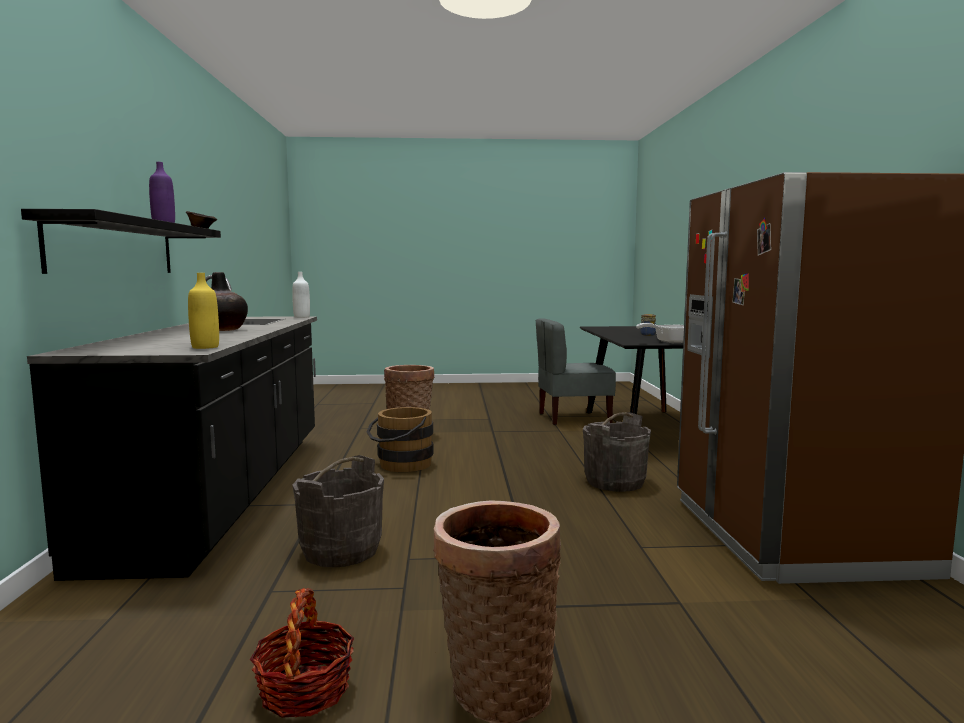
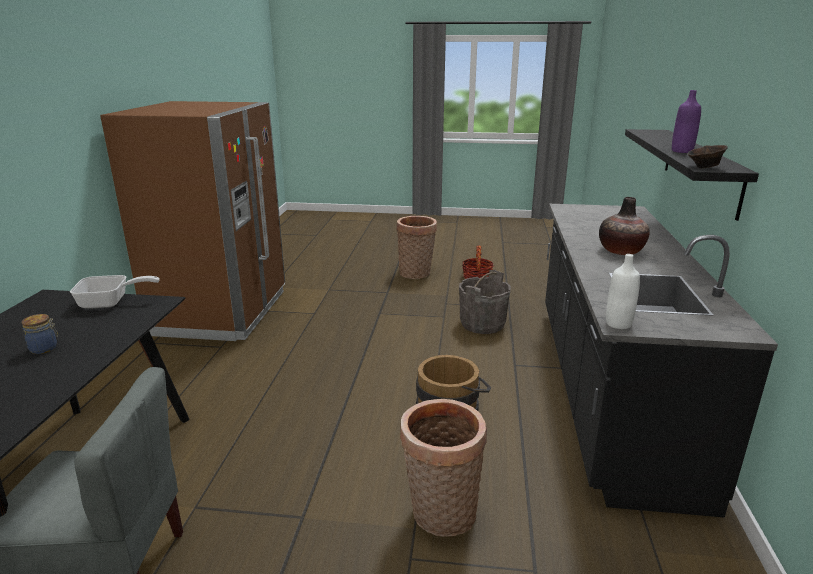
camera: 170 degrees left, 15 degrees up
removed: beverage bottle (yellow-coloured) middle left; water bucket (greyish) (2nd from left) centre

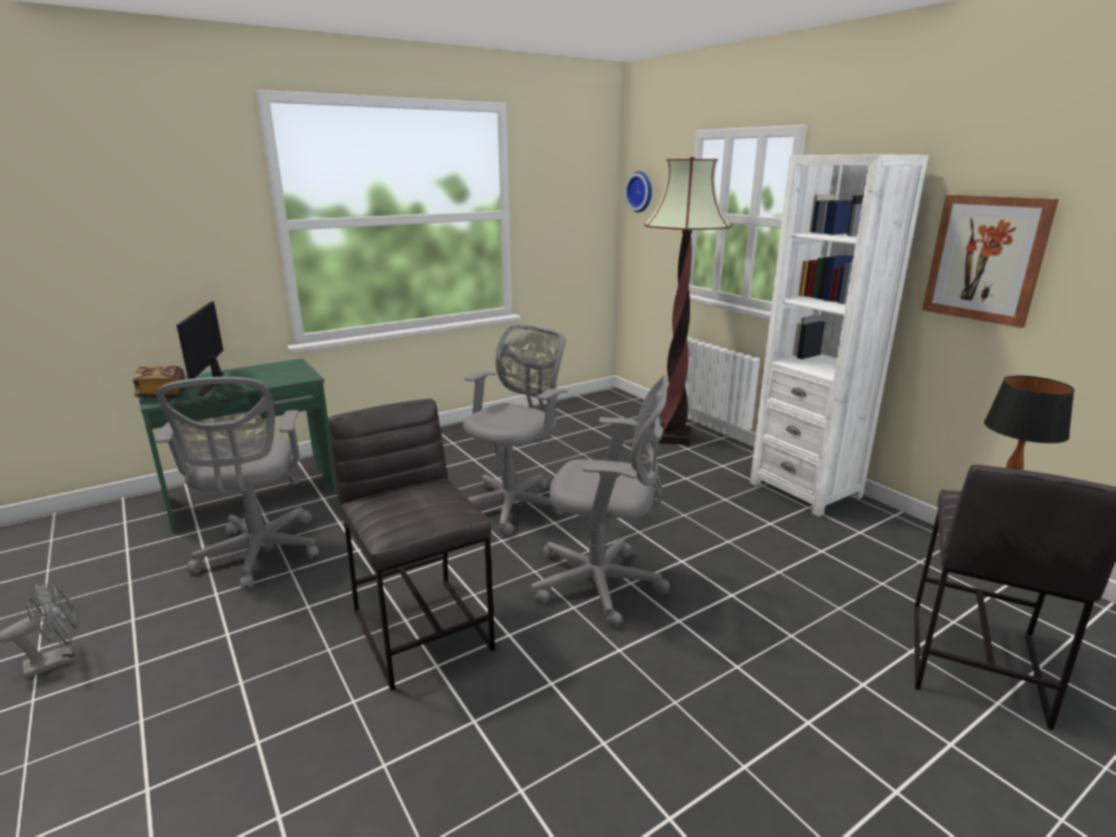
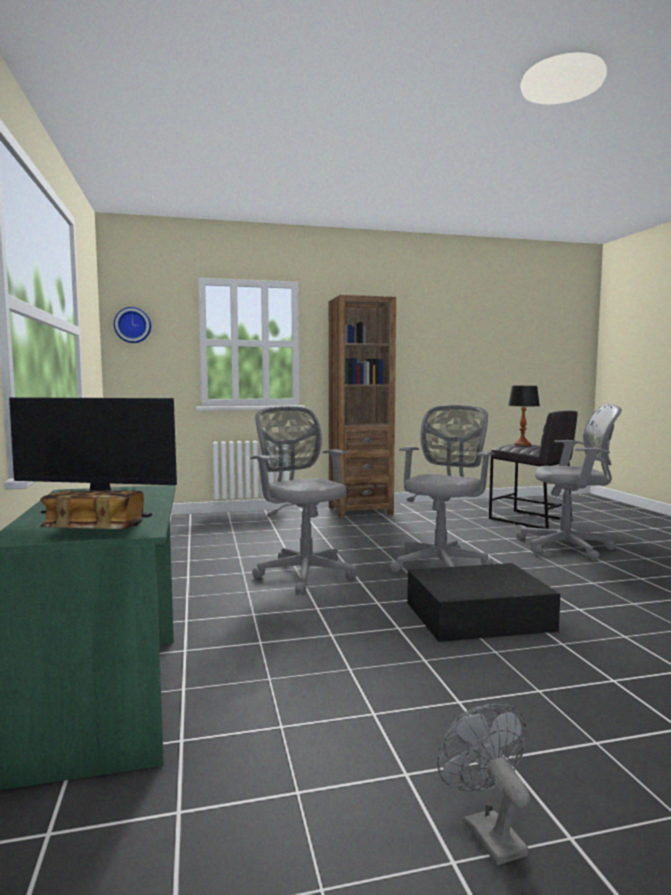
camera: 70 degrees left, 15 degrees down
removed: standing lamp centre; wall art top right
moved: office chair (greyish) (1st from left in the first image) middle left to office chair (greyish) (3rd from left) middle right
replaced: stool seat (greyish) (1st from left) centre to storage box (blackish) bottom right
recoloured: bookcase (white-coloured) middle right to bookcase (brownish) centre

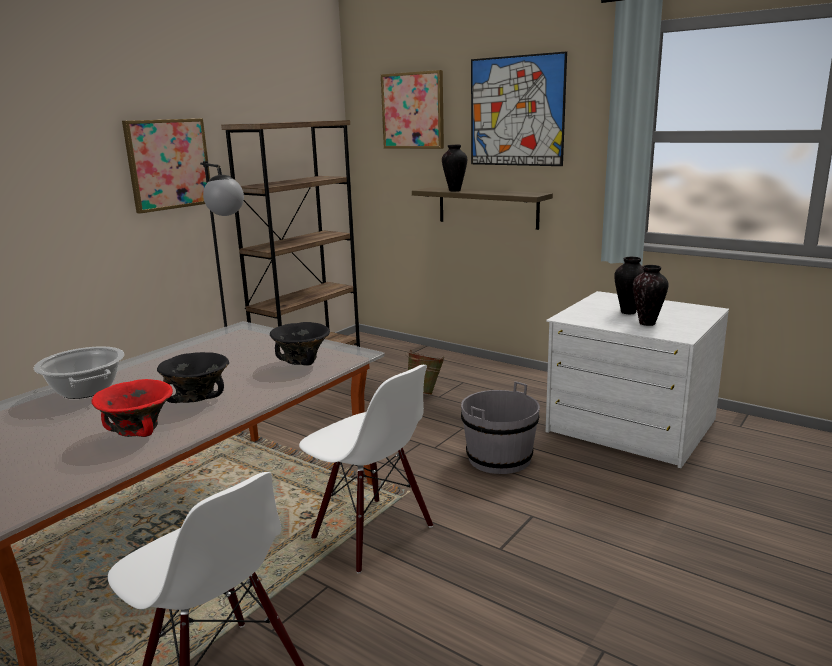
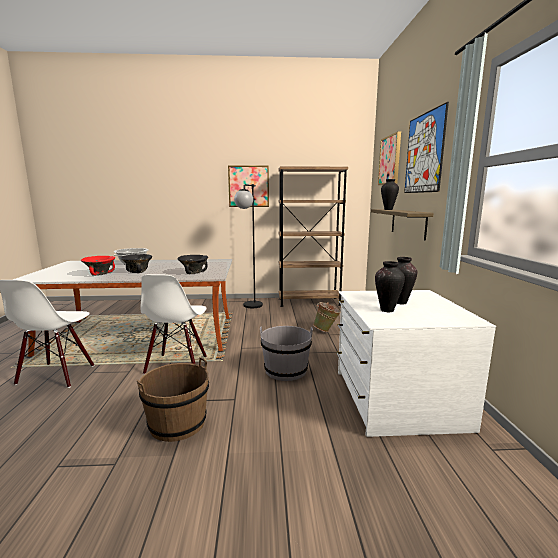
camera: 50 degrees right, 5 degrees down
added: water bucket (brownish) bottom left

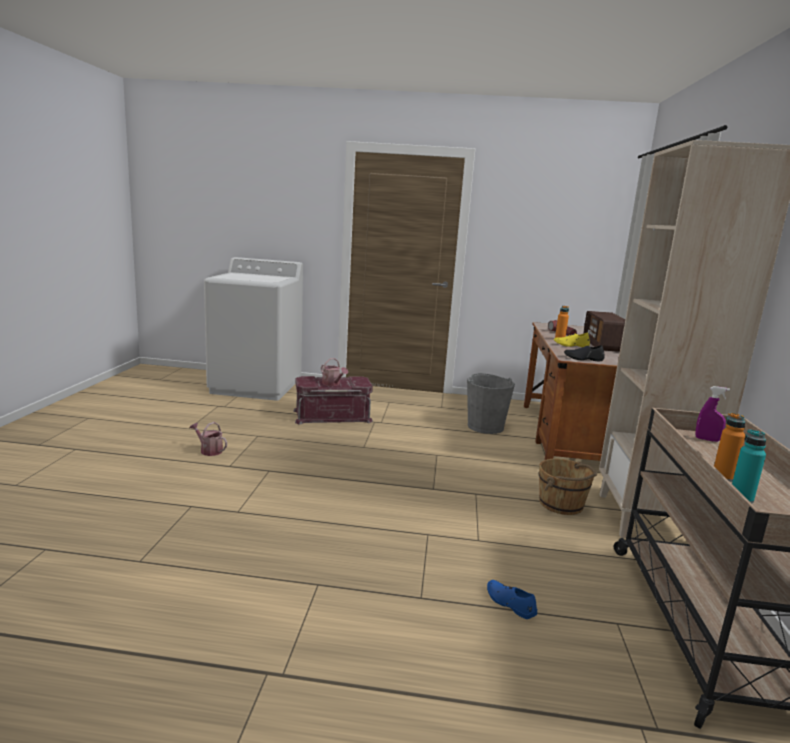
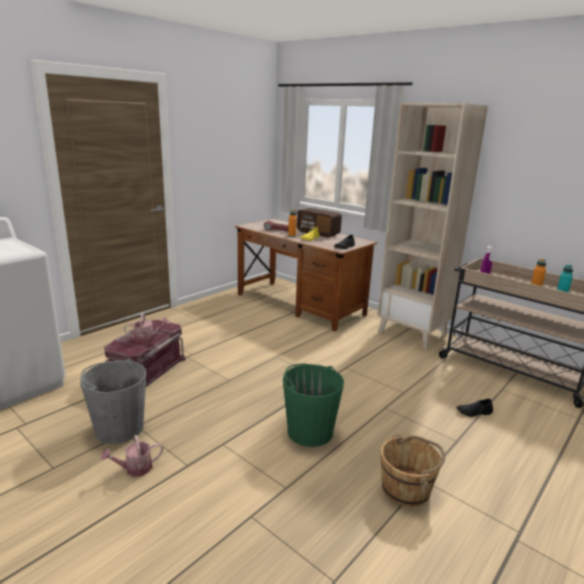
camera: 55 degrees left, 5 degrees up
added: water bucket (green-coloured) bottom centre
moved: water bucket (greyish) centre to bottom left; water bucket (brownish) middle right to bottom right
recoloured: item of footwear (bluish) bottom centre to item of footwear (blackish) (2nd from left) bottom right

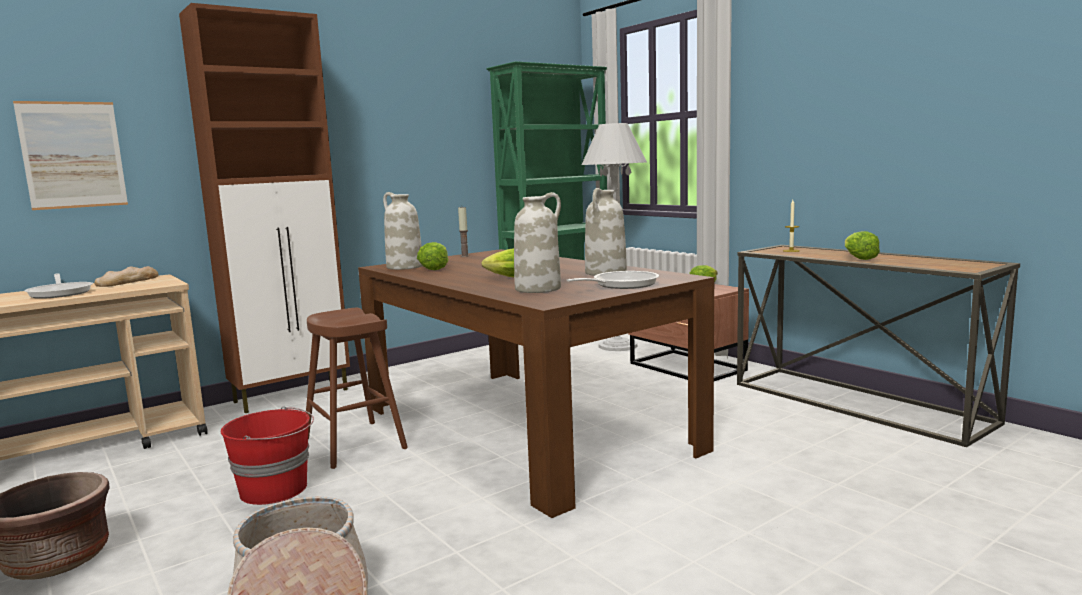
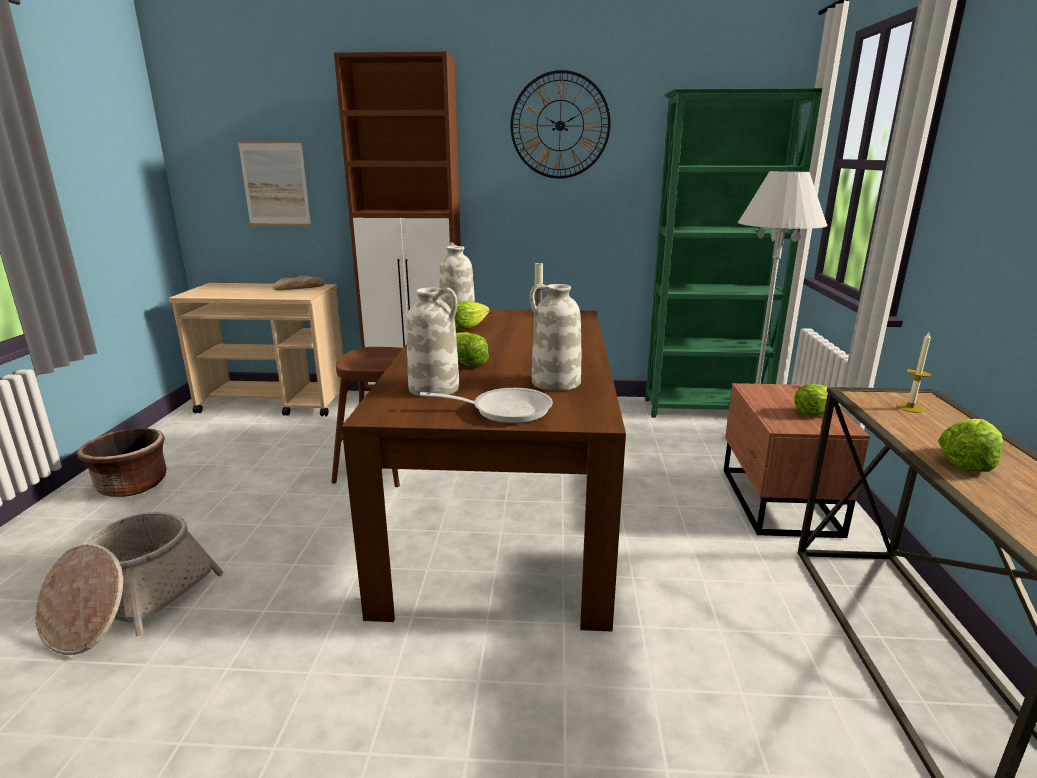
camera: 40 degrees right, 10 degrees up
removed: skillet (1st from left) middle left; water bucket (reddish) bottom left
added: wall clock top centre

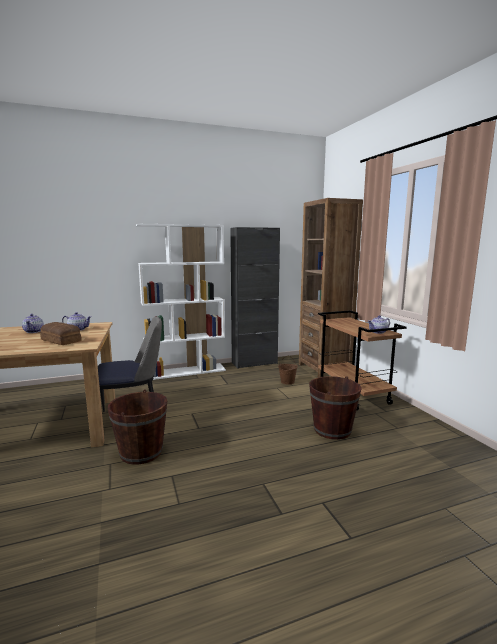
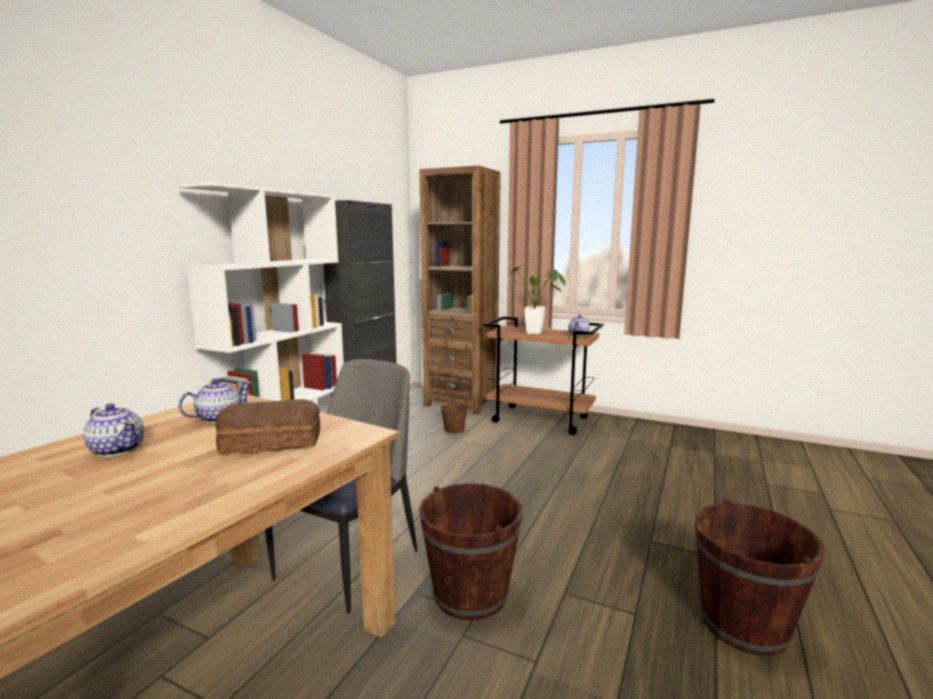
camera: 45 degrees left, 0 degrees up
added: houseplant centre
moved: water bucket (brownish) (3rd from left) middle right to bottom right

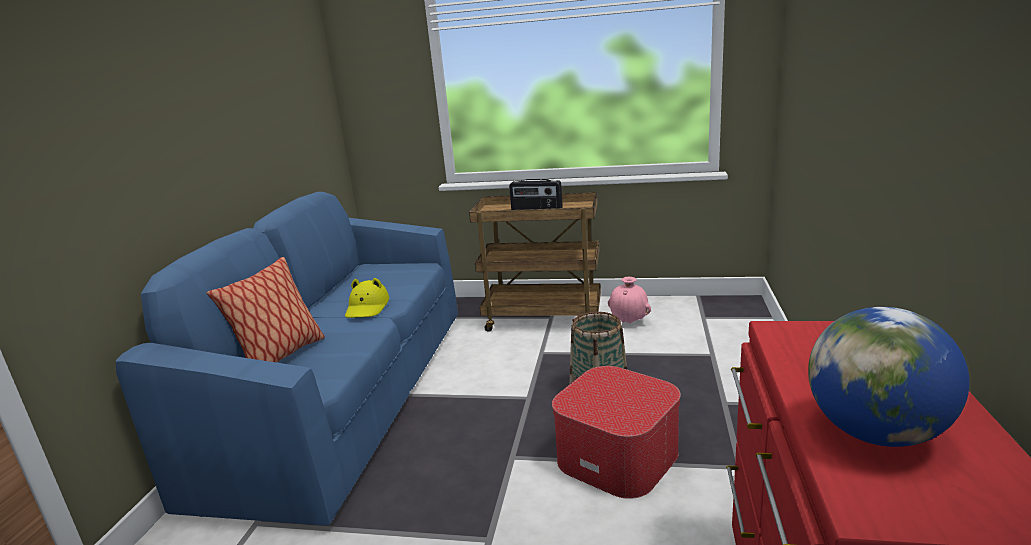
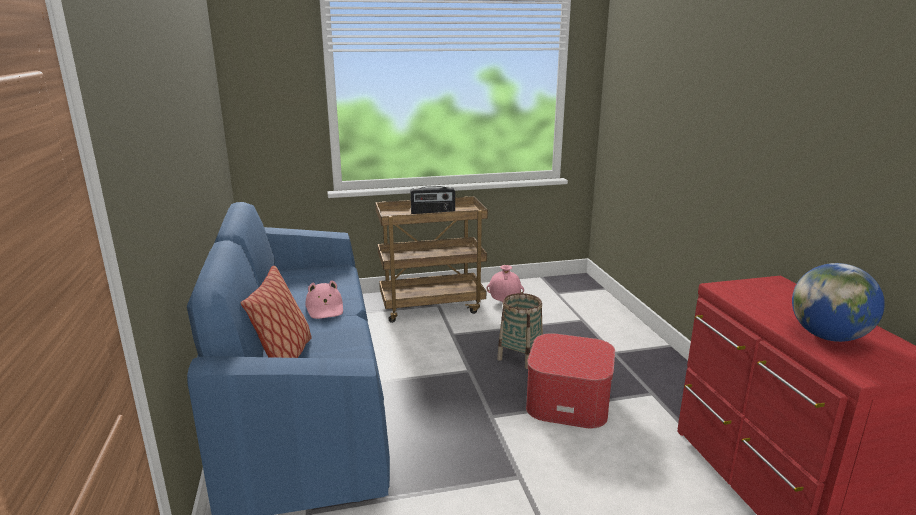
camera: 25 degrees left, 0 degrees up
recoloured: clothing hat (yellow-coloured) centre to clothing hat (pink) centre

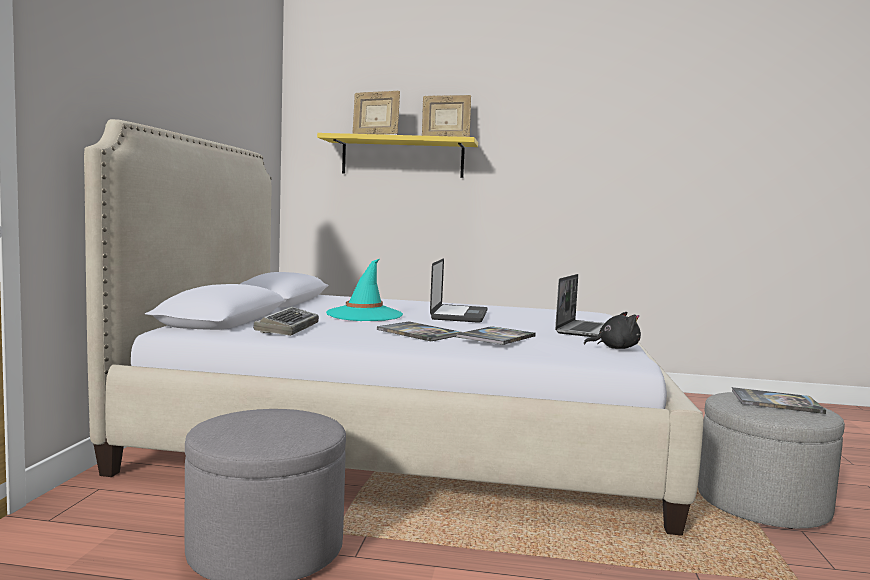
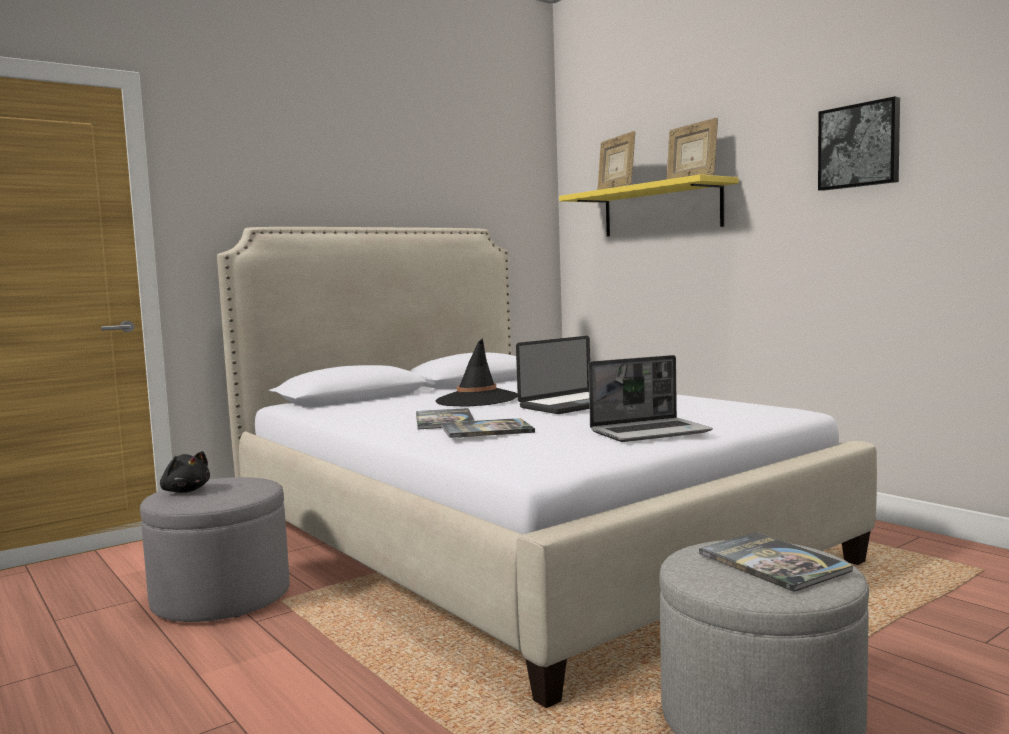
camera: 45 degrees right, 0 degrees up
removed: keyboard middle left
added: wall art top right
moved: plush toy (blackish) middle right to middle left
recoloured: clothing hat (blue-green) centre to clothing hat (blackish) centre

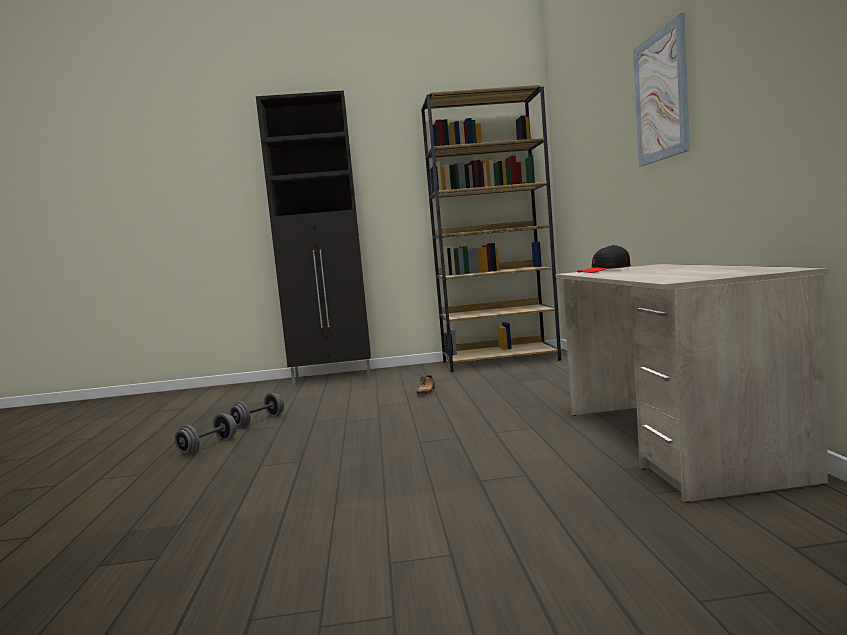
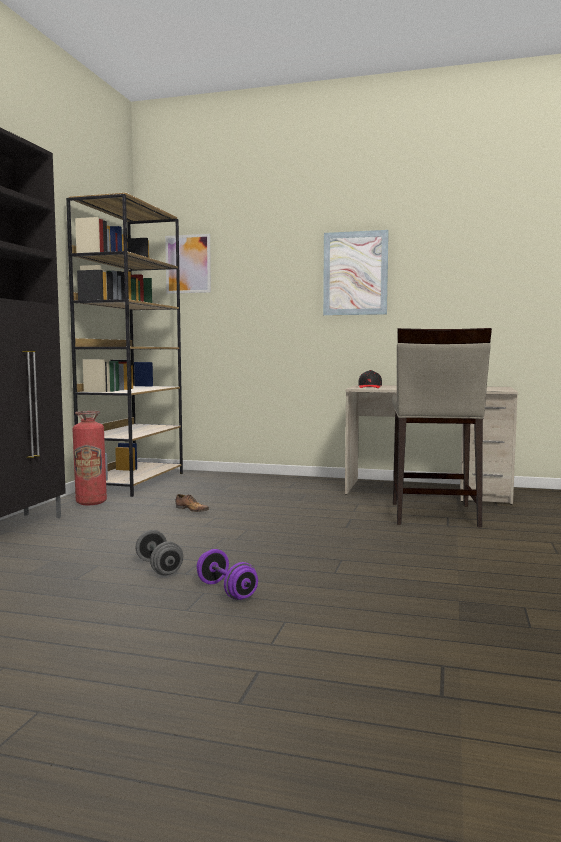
camera: 70 degrees left, 0 degrees up
added: extinguisher middle left; wall art (1st from left) top centre; stool seat (sand-coloured) middle right
recoloured: free weight (greyish) (1st from left) bottom left to free weight (purple) bottom centre

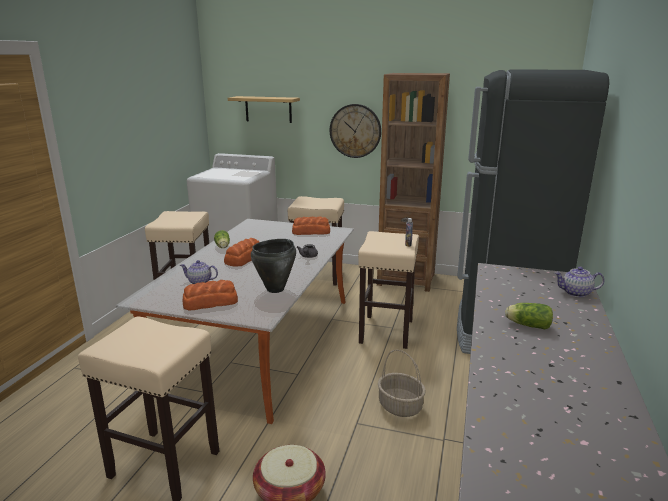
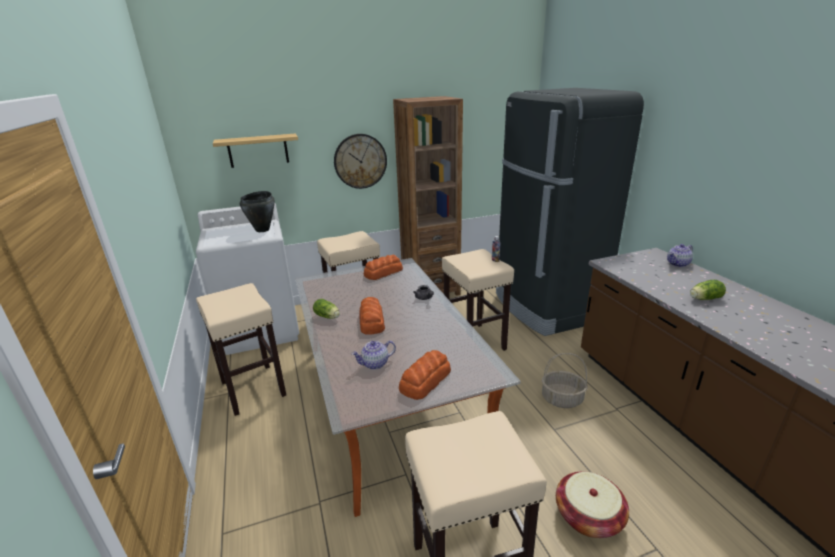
camera: 35 degrees left, 5 degrees up
moved: stockpot (blackish) centre to middle left

